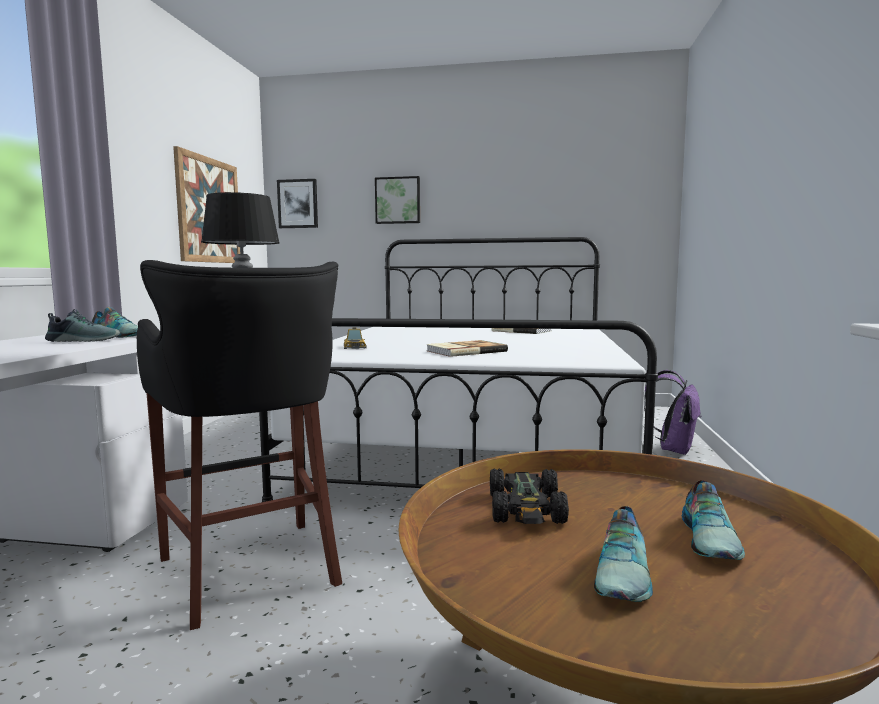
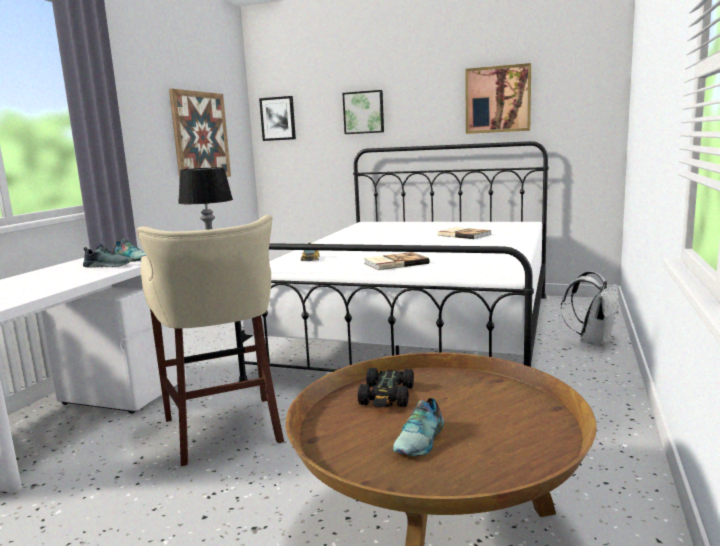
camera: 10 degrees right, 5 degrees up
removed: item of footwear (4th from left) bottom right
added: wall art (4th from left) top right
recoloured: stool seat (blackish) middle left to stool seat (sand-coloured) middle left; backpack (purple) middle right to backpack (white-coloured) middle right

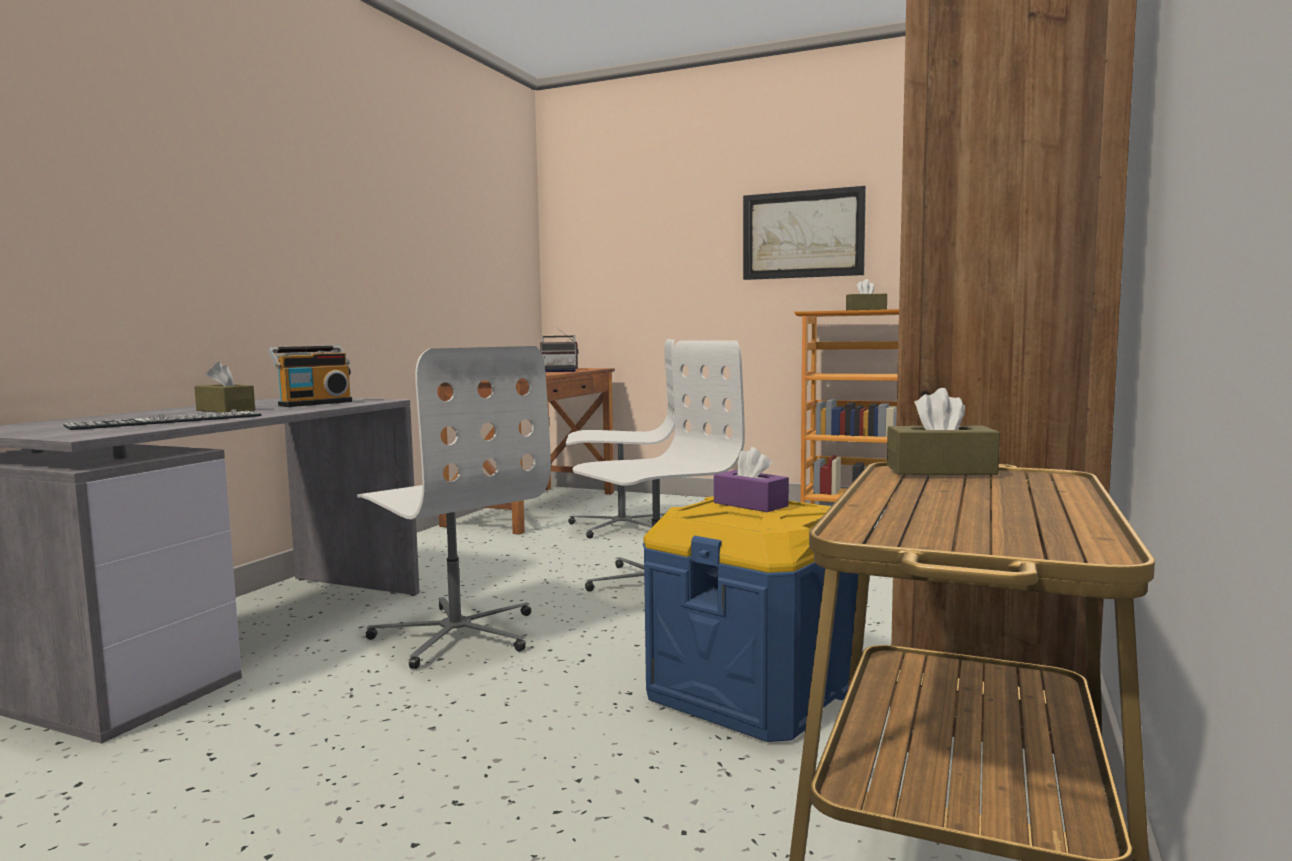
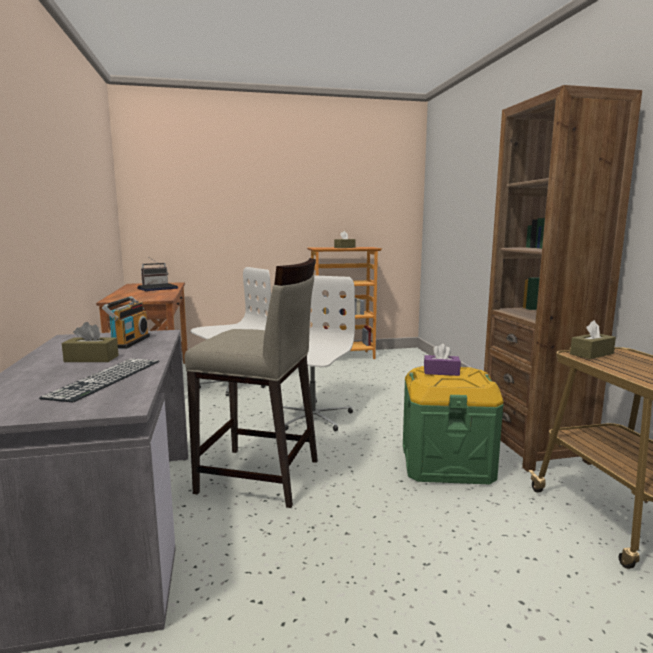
camera: 35 degrees left, 5 degrees up
removed: wall art top centre
replaced: office chair (white-coloured) (1st from left) centre to stool seat (sand-coloured) centre
recoloured: storage box (bluish) bottom centre to storage box (green-coloured) middle right

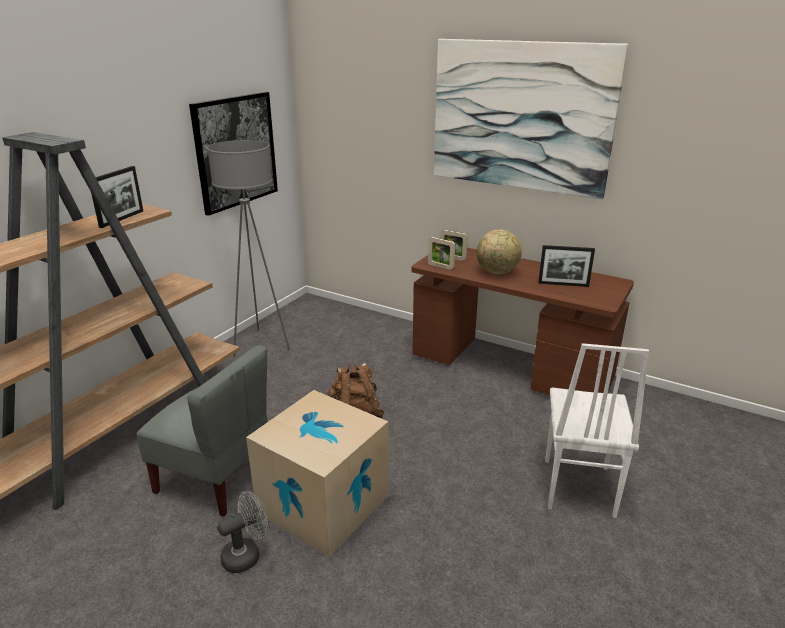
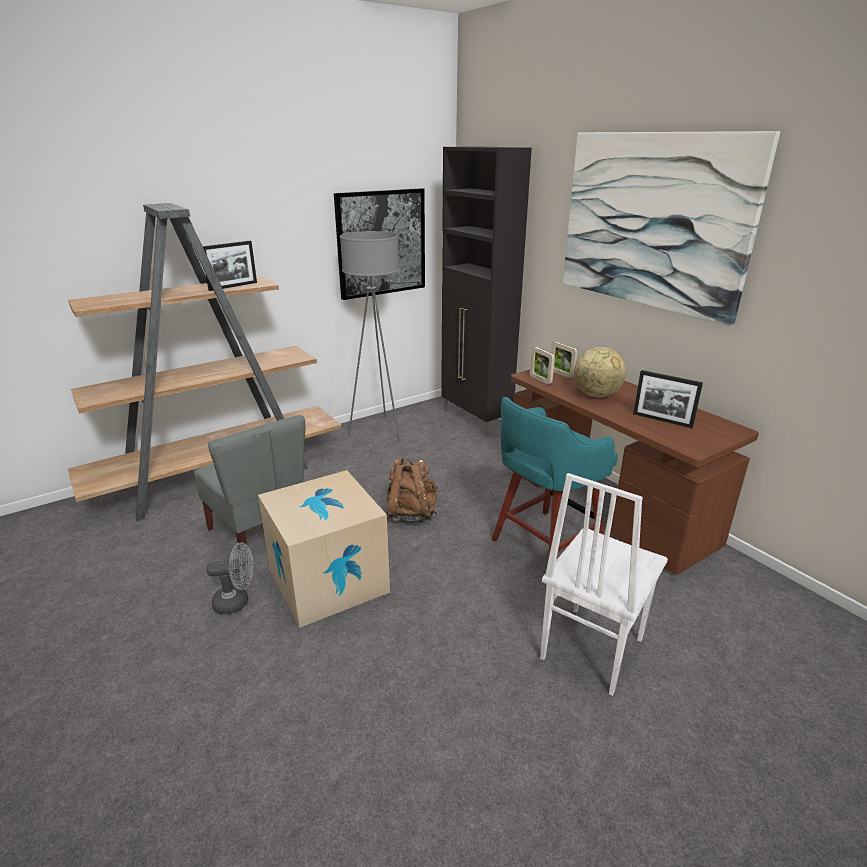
camera: 25 degrees right, 0 degrees up
added: storage cabinet (blackish) centre; stool seat (blue-green) centre

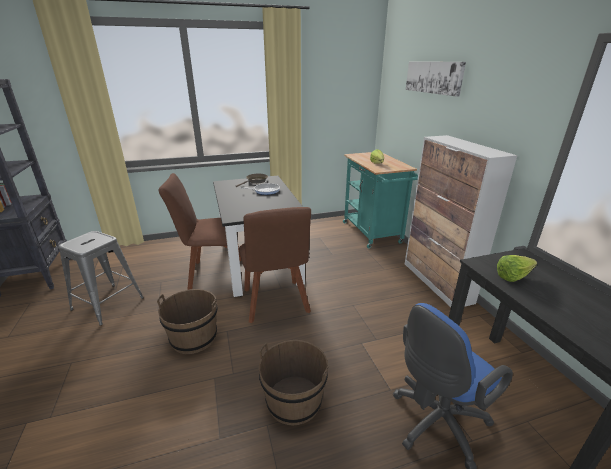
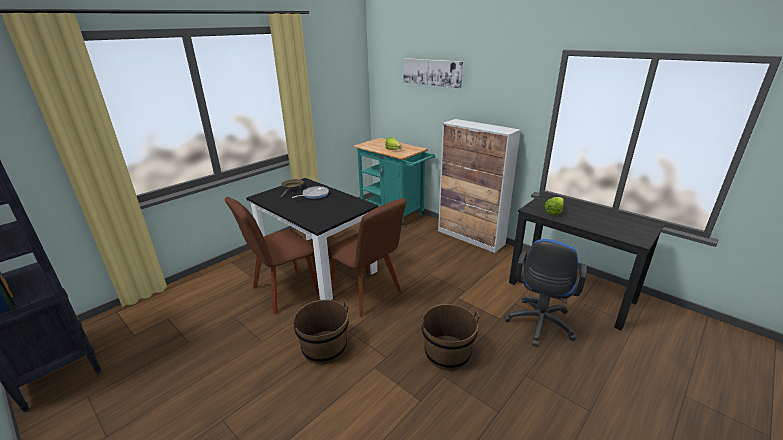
camera: 30 degrees left, 0 degrees up
removed: stool seat (greyish) middle left

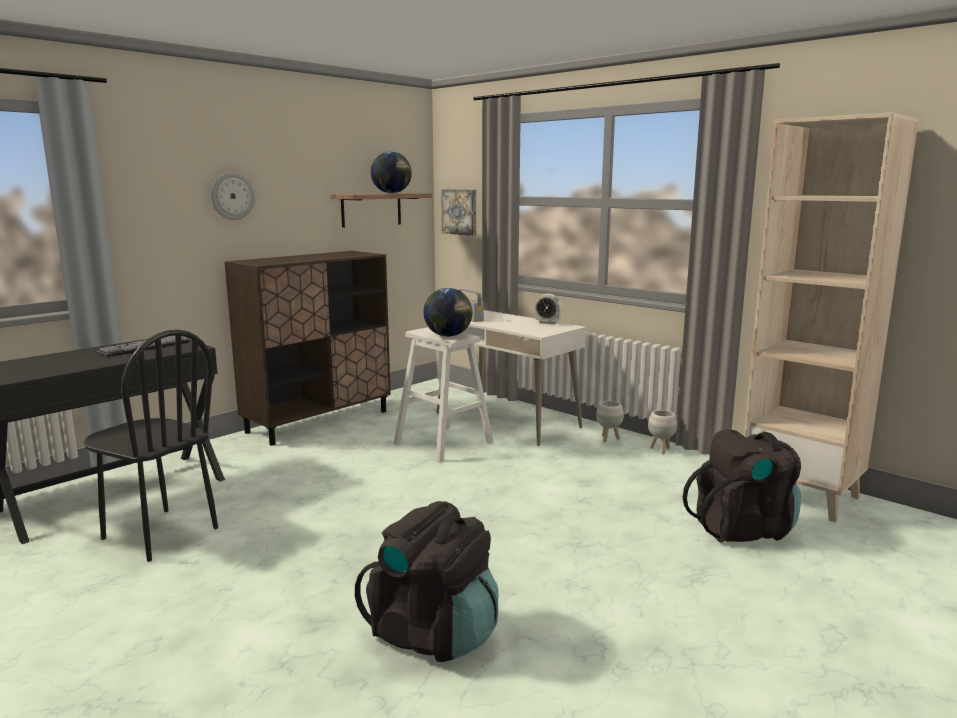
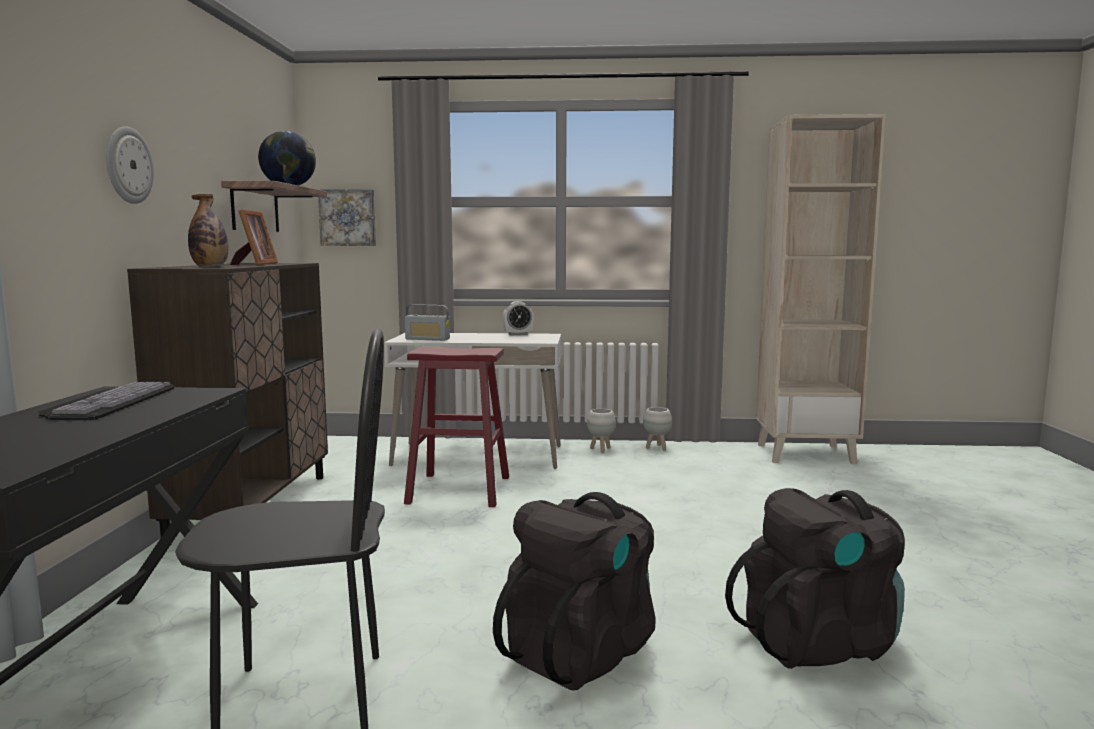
camera: 40 degrees left, 5 degrees down
removed: globe (2nd from left) centre
added: beverage bottle top left; picture frame top left
moved: backpack (blackish) (2nd from left in the first image) bottom right to backpack (blackish) (1st from left) bottom centre
recoloured: stool seat (white-coloured) centre to stool seat (reddish) centre

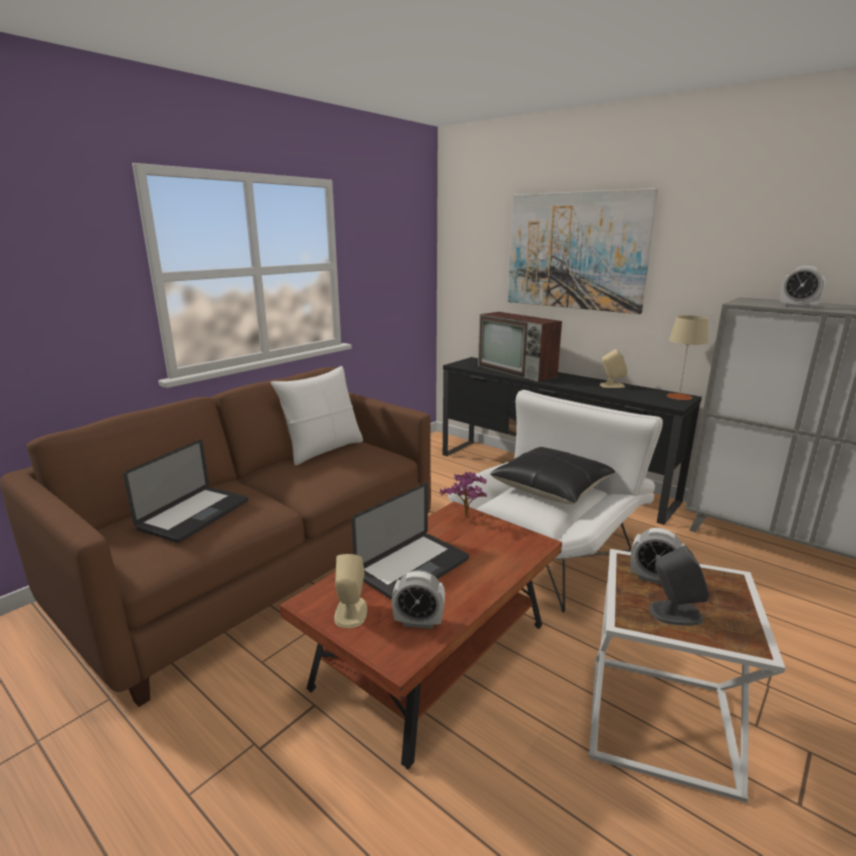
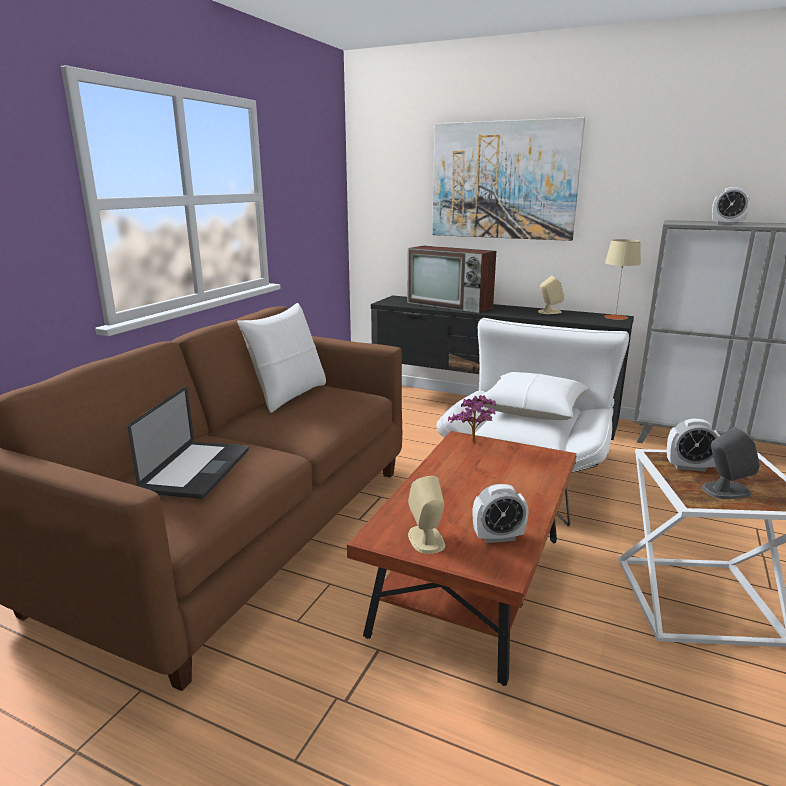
camera: 15 degrees left, 0 degrees up
removed: laptop (2nd from left) centre
recoloured: pillow (blackish) centre to pillow (white-coloured) (2nd from left) middle right

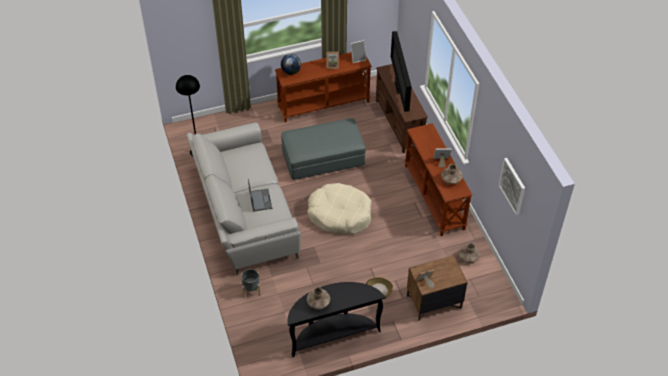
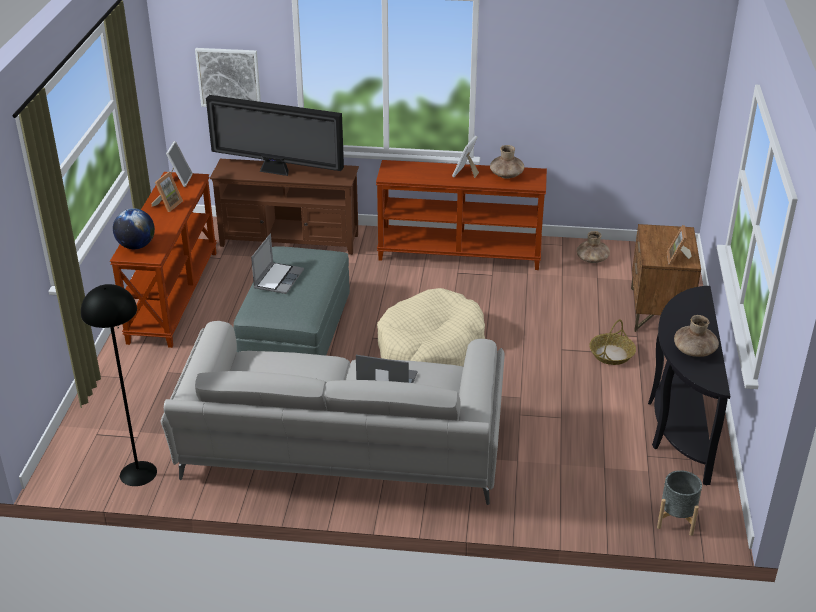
camera: 65 degrees left, 15 degrees down
added: laptop (1st from left) centre
moved: wall art middle right to top left; flower pot (greyish) bottom centre to bottom right

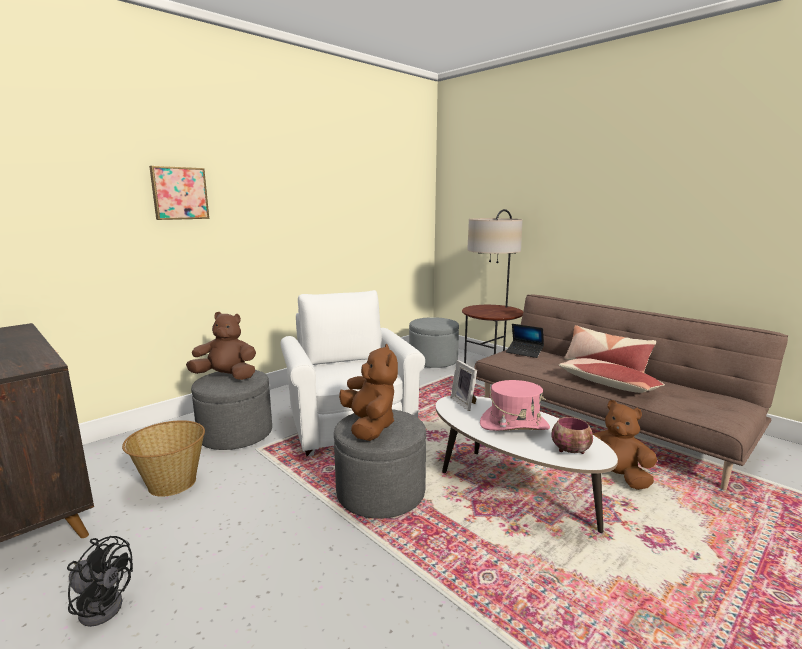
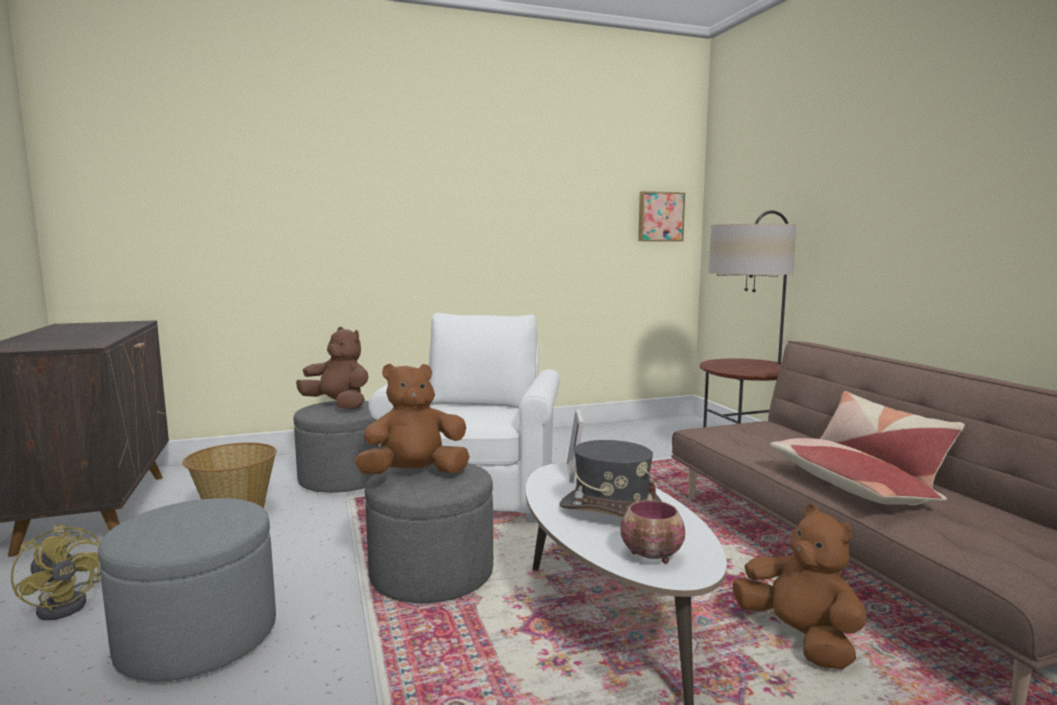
camera: 25 degrees right, 5 degrees down
removed: laptop centre
moved: footrest (greyish) (3rd from left in the first image) centre to footrest (greyish) (1st from left) bottom left; wall art top left to top centre
recoloured: fan (blackish) bottom left to fan (yellow-coloured) bottom left; clothing hat (pink) centre to clothing hat (greyish) bottom centre
turned: plush toy (brownish) (2nd from left) centre = centre 120 degrees counterclockwise

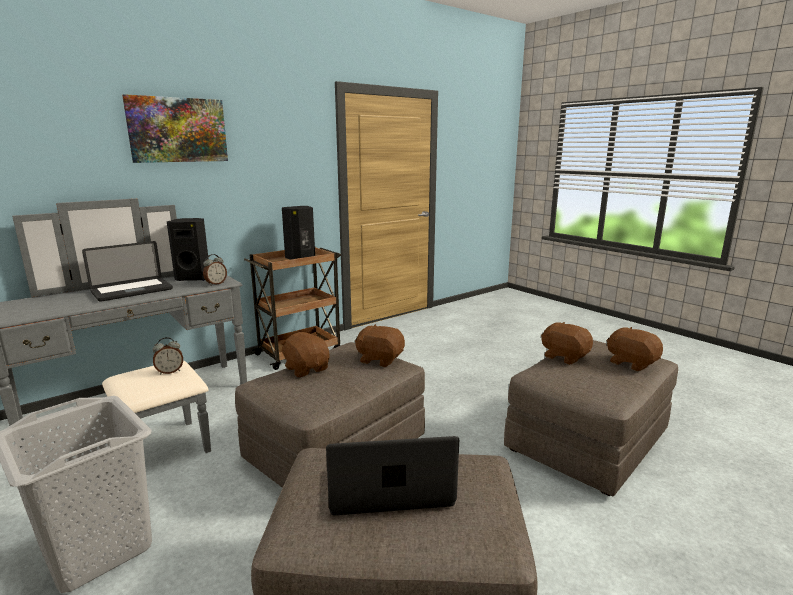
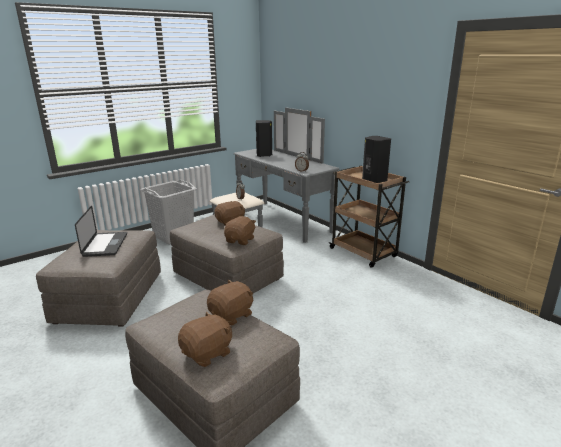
camera: 90 degrees right, 5 degrees up
removed: laptop (1st from left) middle left; wall art top left
moved: audio speaker (blackish) (1st from left) middle left to top centre

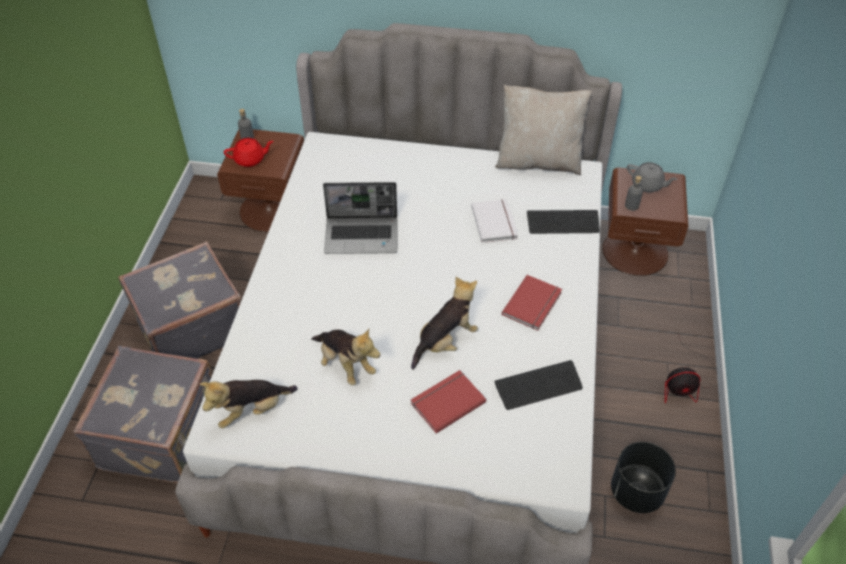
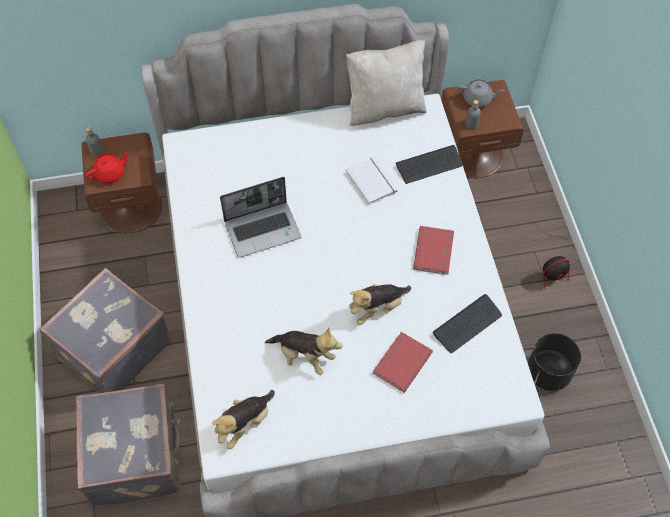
camera: 20 degrees left, 10 degrees up
turned: plush toy (3rd from left) centre = centre 150 degrees counterclockwise

